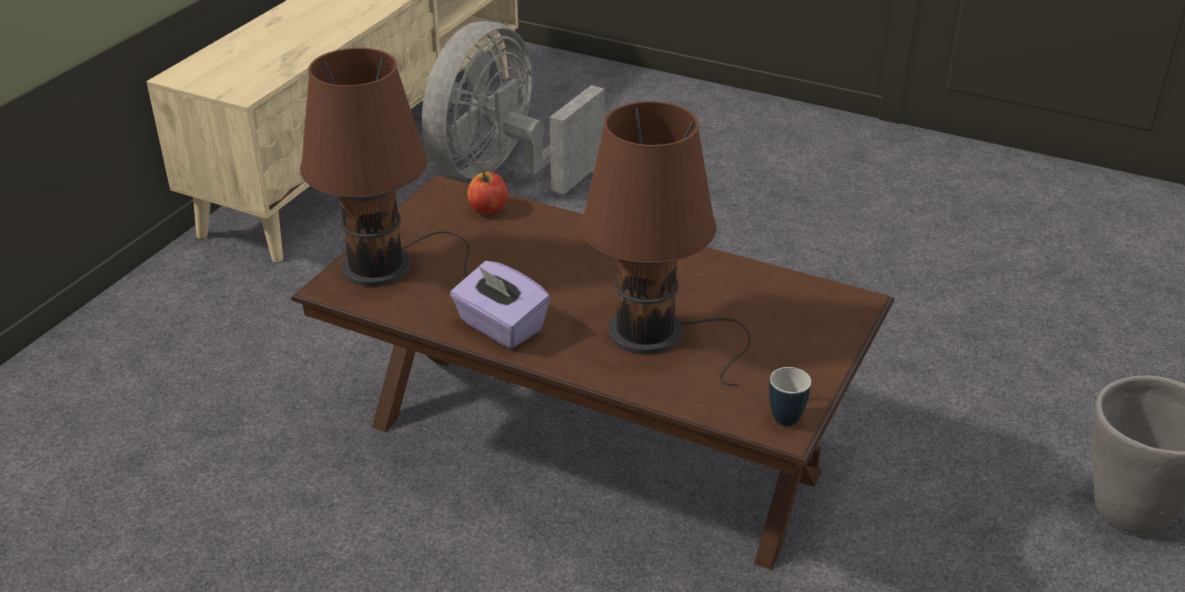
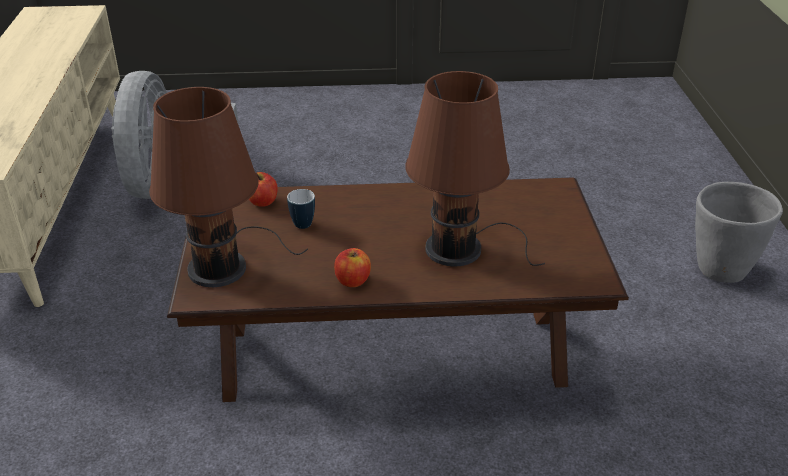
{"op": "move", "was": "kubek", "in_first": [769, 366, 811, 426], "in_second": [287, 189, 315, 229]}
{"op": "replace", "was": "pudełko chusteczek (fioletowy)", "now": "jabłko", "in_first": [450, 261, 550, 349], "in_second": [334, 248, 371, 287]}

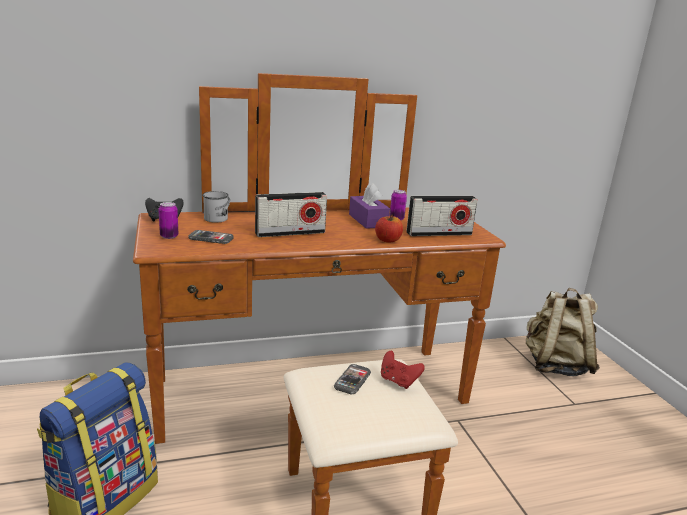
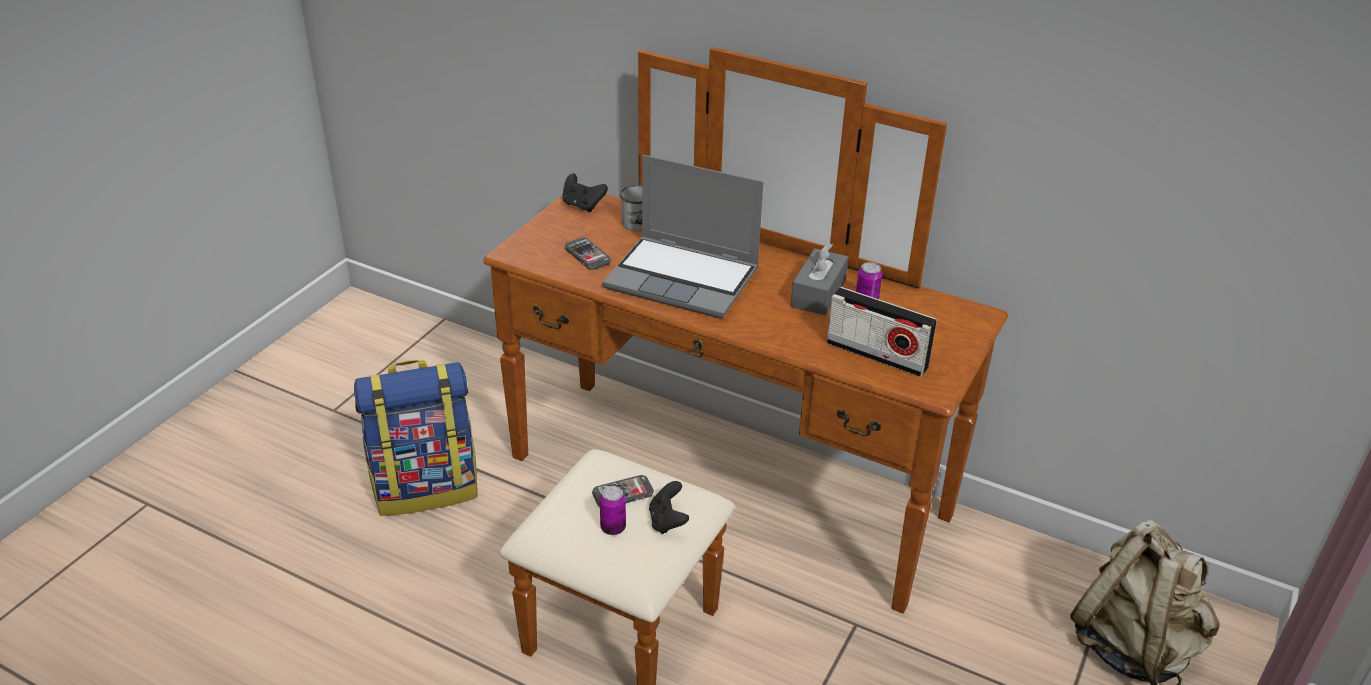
{"op": "move", "was": "puszka", "in_first": [158, 202, 179, 239], "in_second": [600, 486, 626, 535]}
{"op": "replace", "was": "radio", "now": "laptop", "in_first": [255, 192, 327, 237], "in_second": [603, 155, 764, 318]}
{"op": "recolor", "was": "pad do gier (czerwony)", "now": "pad do gier (czarny)", "in_first": [381, 351, 425, 389], "in_second": [649, 481, 689, 534]}
{"op": "recolor", "was": "pudełko chusteczek (fioletowy)", "now": "pudełko chusteczek (szary)", "in_first": [349, 183, 390, 229], "in_second": [791, 242, 848, 315]}
{"op": "delete", "was": "jabłko", "in_first": [375, 214, 403, 243]}

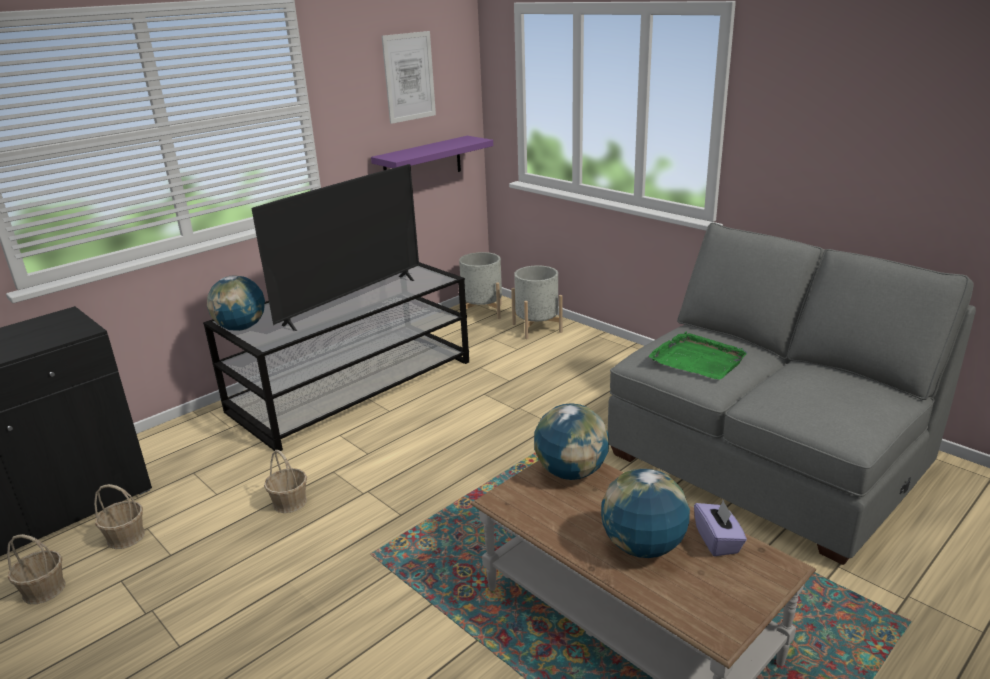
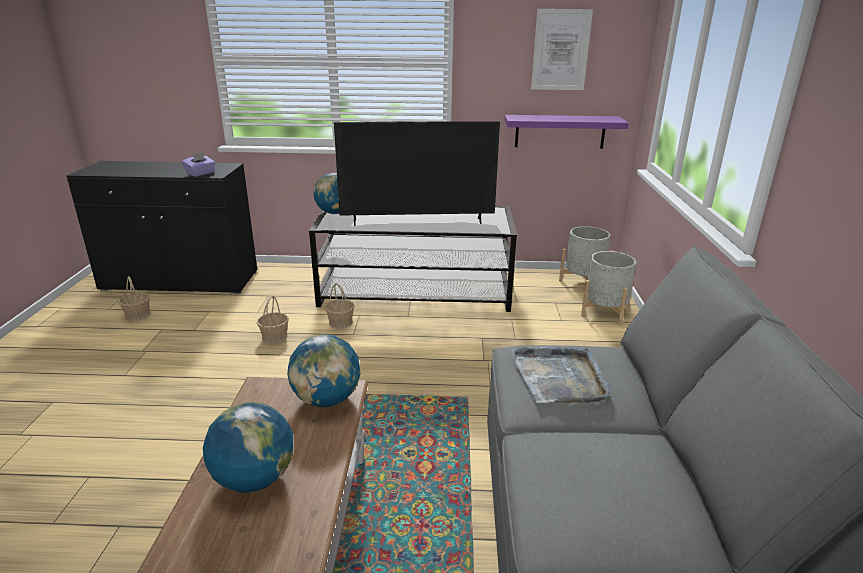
{"op": "move", "was": "pudełko chusteczek (fioletowy)", "in_first": [694, 499, 747, 556], "in_second": [182, 152, 215, 177]}
{"op": "move", "was": "koszyk", "in_first": [94, 484, 145, 549], "in_second": [325, 283, 355, 329]}
{"op": "recolor", "was": "taca (zielony)", "now": "taca (szary)", "in_first": [648, 332, 747, 380], "in_second": [512, 346, 611, 403]}

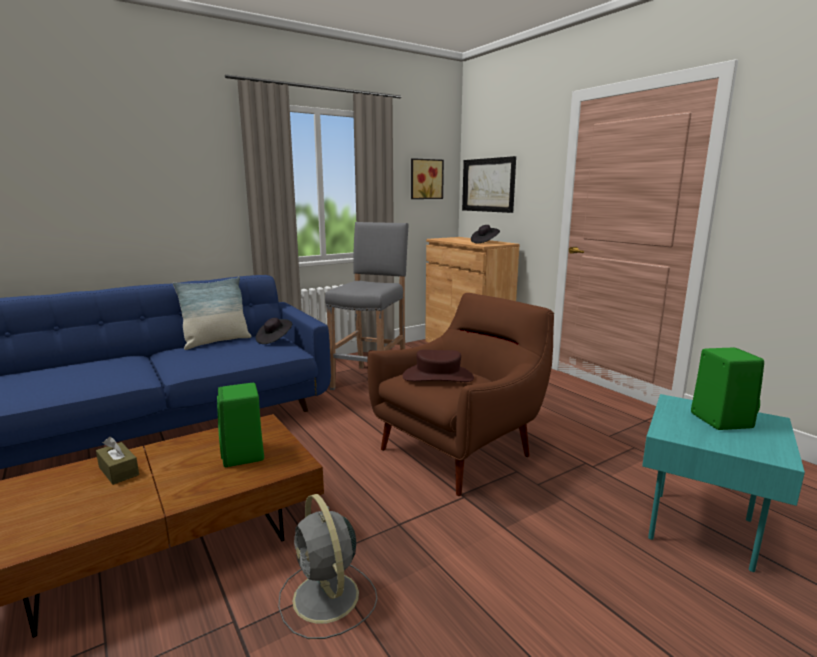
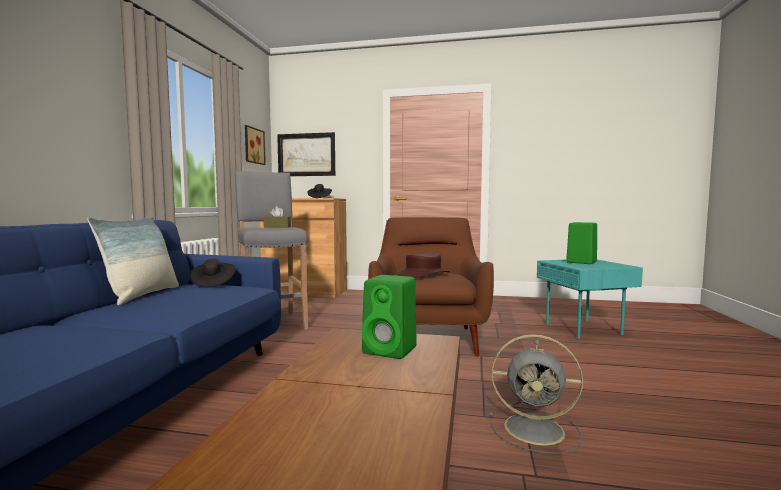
{"op": "move", "was": "pudełko chusteczek (brązowy)", "in_first": [96, 437, 139, 485], "in_second": [263, 206, 291, 227]}

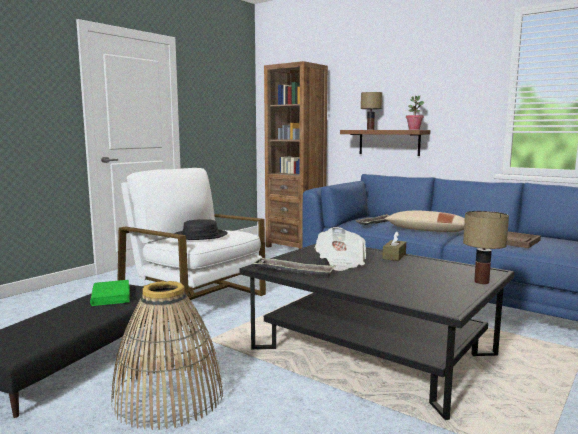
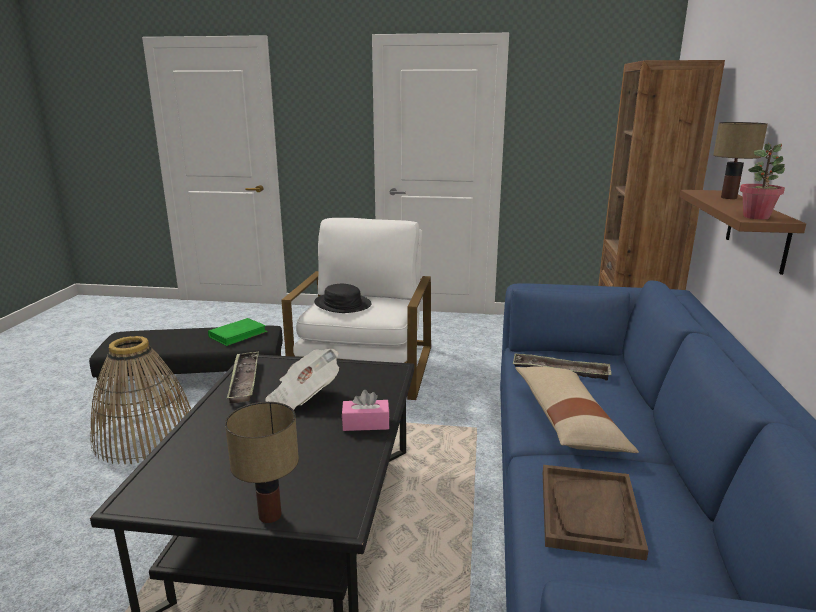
{"op": "recolor", "was": "pudełko chusteczek (brązowy)", "now": "pudełko chusteczek (różowy)", "in_first": [382, 231, 406, 261], "in_second": [342, 390, 390, 431]}

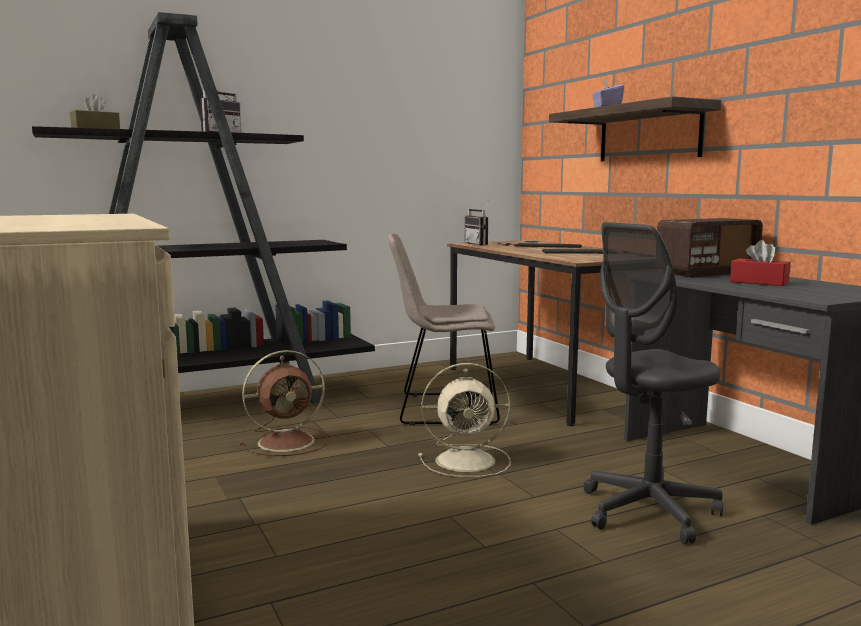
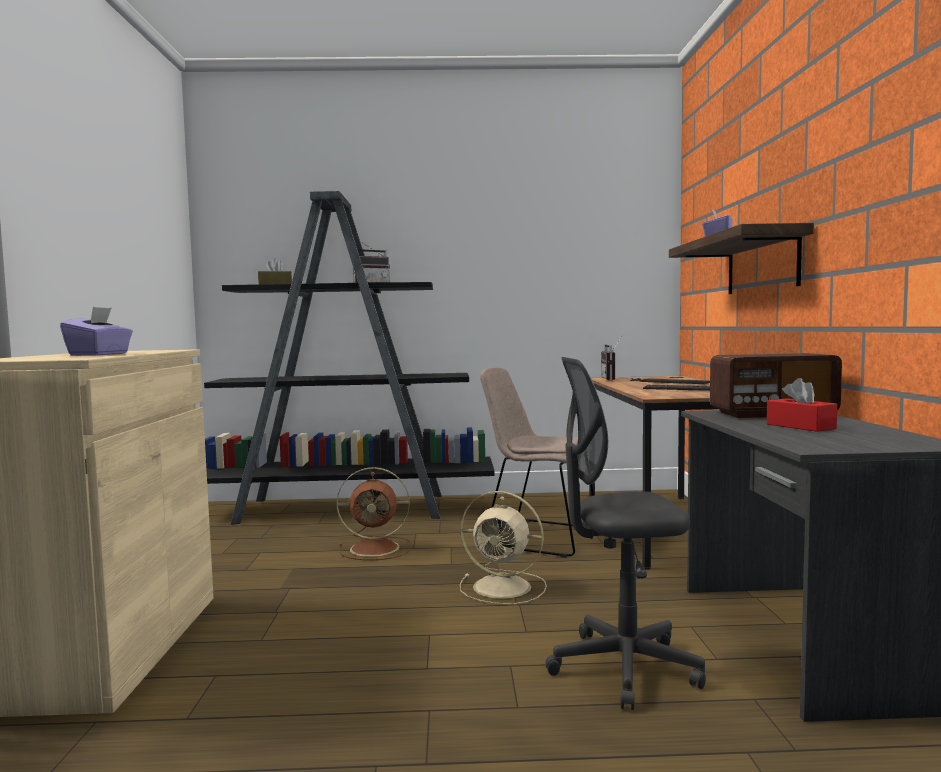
{"op": "insert", "now": "pudełko chusteczek (fioletowy)", "in_second": [60, 307, 133, 356]}

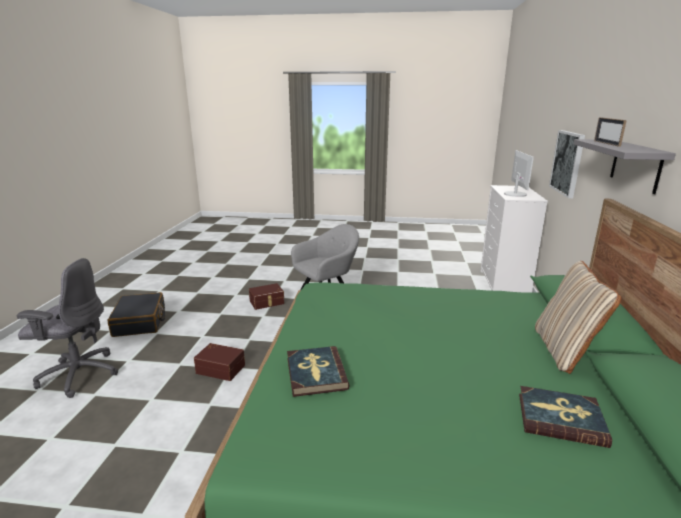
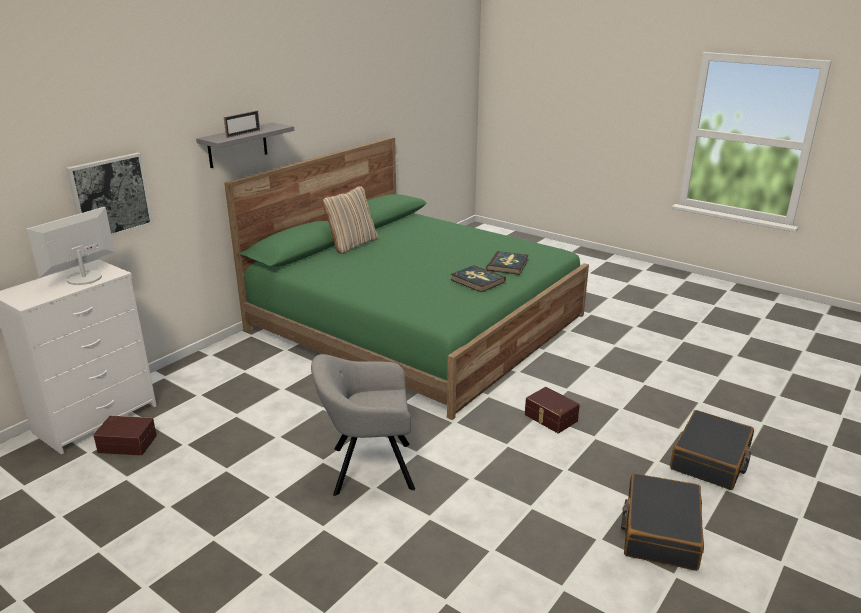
{"op": "move", "was": "pojemnik do przechowywania (brązowy)", "in_first": [249, 283, 285, 310], "in_second": [93, 416, 157, 455]}
{"op": "move", "was": "książka", "in_first": [519, 386, 612, 448], "in_second": [451, 265, 506, 292]}
{"op": "replace", "was": "krzesło biurowe (szary)", "now": "walizka (czarny)", "in_first": [17, 258, 118, 398], "in_second": [670, 410, 754, 490]}

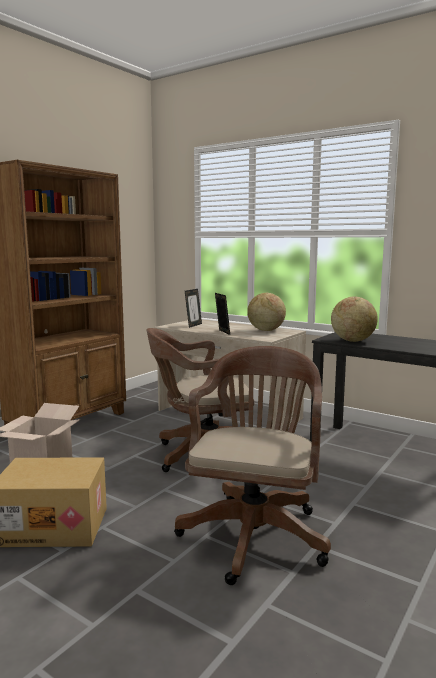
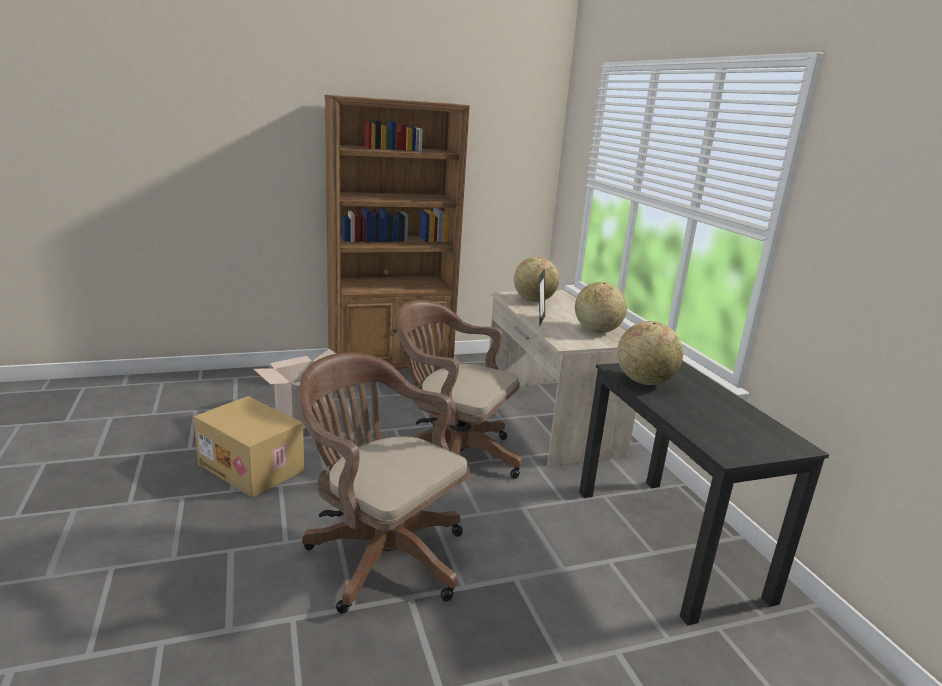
{"op": "rotate", "was": "krzesło biurowe (brązowy)", "in_first": [174, 346, 331, 585], "in_second": [300, 353, 470, 614], "clockwise": -105}
{"op": "replace", "was": "ramka na zdjęcie", "now": "globus", "in_first": [185, 289, 202, 328], "in_second": [514, 256, 559, 302]}

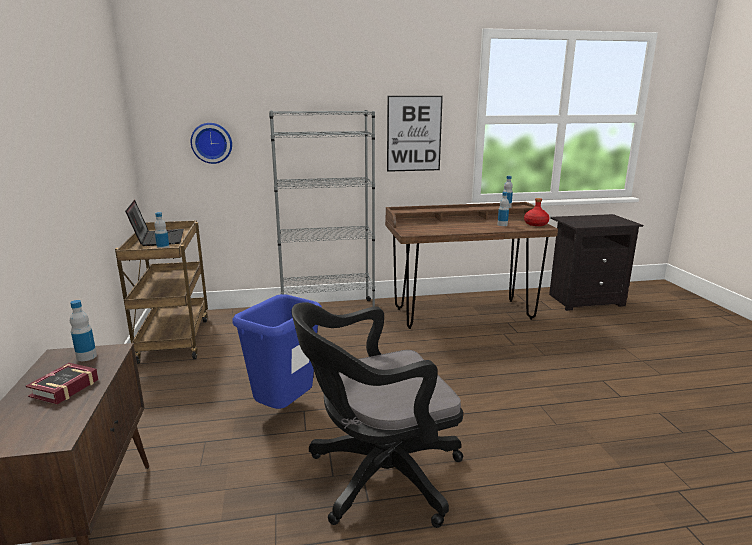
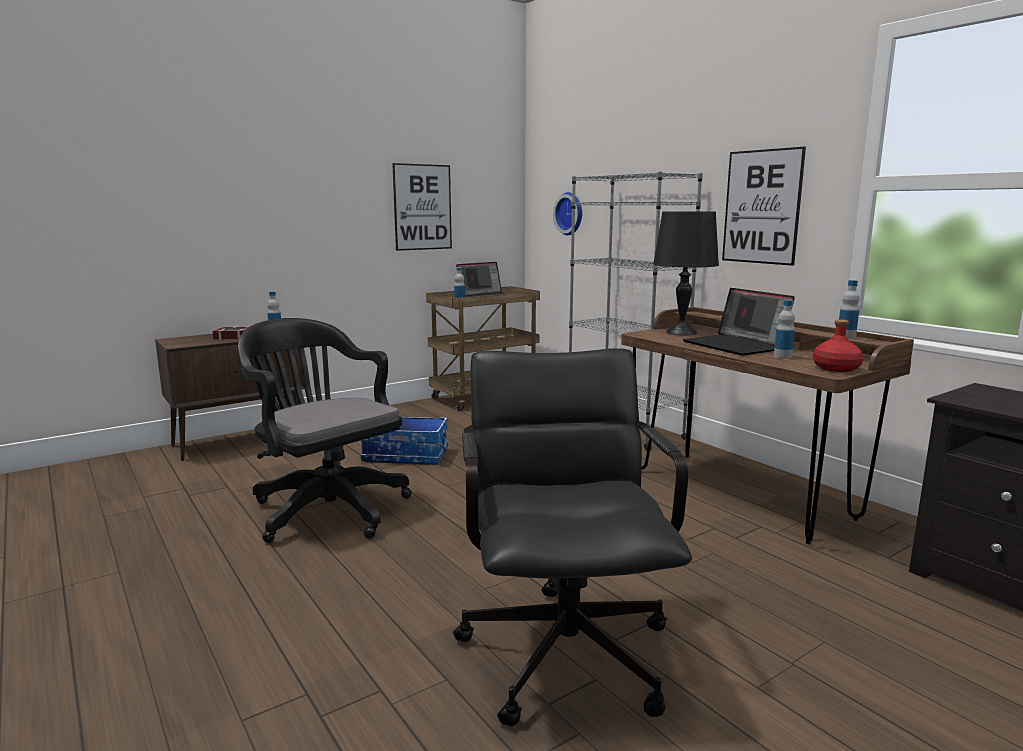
{"op": "replace", "was": "kosz na śmieci (niebieski)", "now": "pojemnik do przechowywania", "in_first": [232, 294, 322, 409], "in_second": [360, 417, 448, 465]}
{"op": "insert", "now": "obraz", "in_second": [392, 163, 452, 251]}
{"op": "insert", "now": "krzesło biurowe (czarny)", "in_second": [453, 348, 692, 726]}
{"op": "insert", "now": "lampa stołowa (czarny)", "in_second": [653, 211, 719, 336]}
{"op": "insert", "now": "laptop", "in_second": [683, 288, 795, 356]}

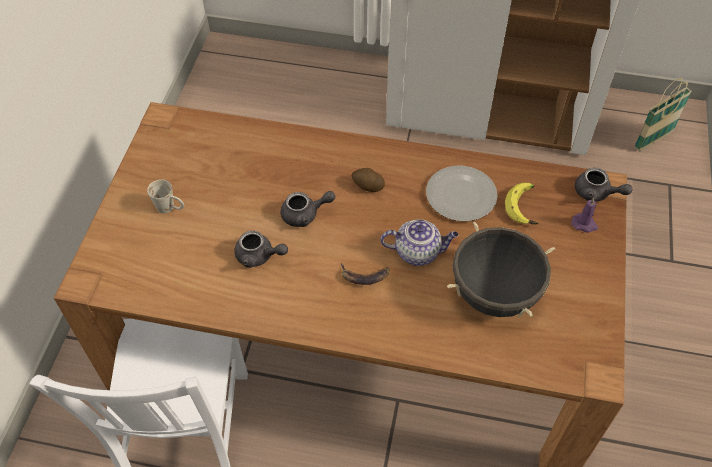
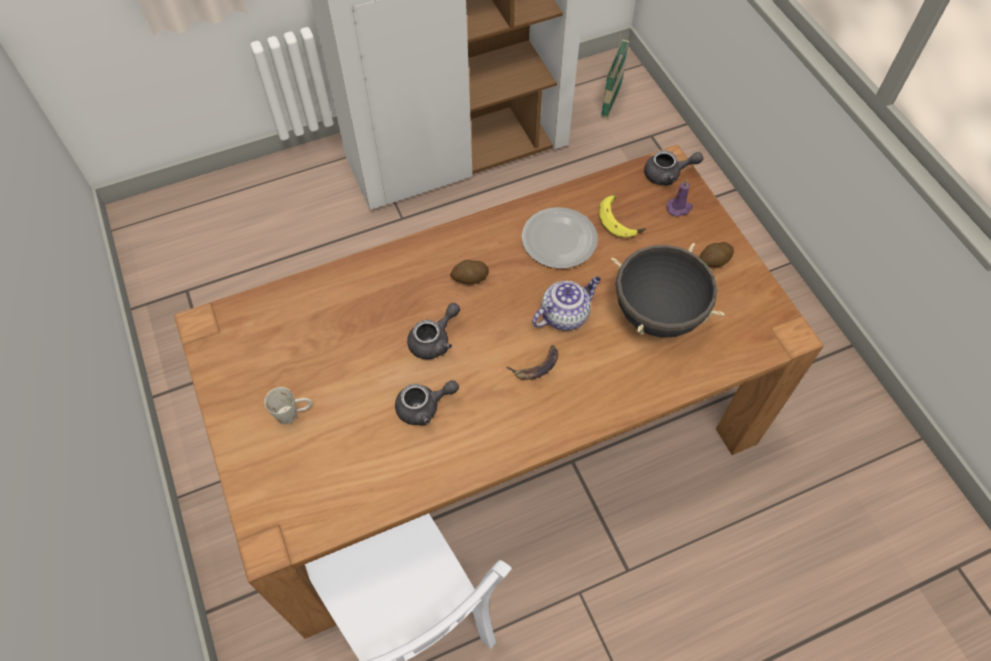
{"op": "insert", "now": "ziemniak", "in_second": [700, 242, 734, 267]}

